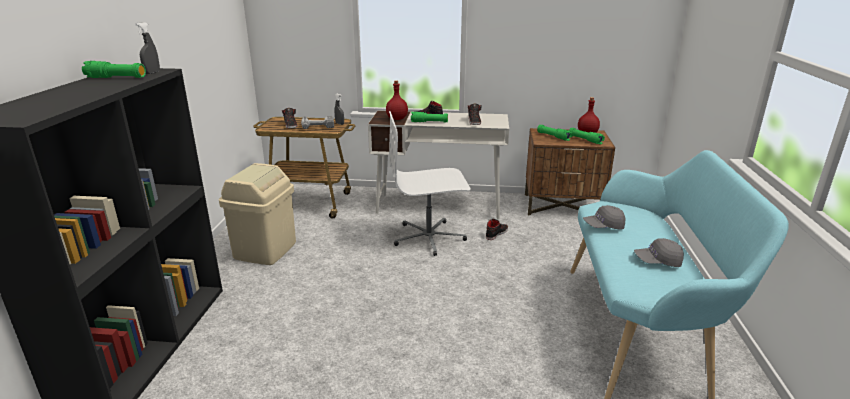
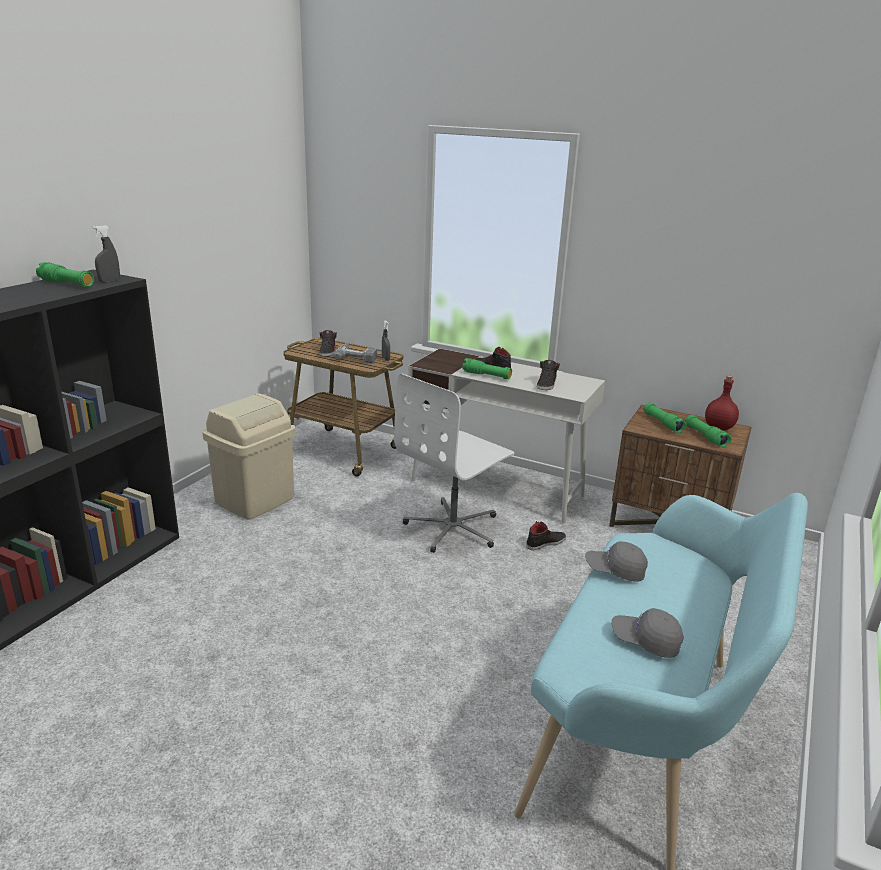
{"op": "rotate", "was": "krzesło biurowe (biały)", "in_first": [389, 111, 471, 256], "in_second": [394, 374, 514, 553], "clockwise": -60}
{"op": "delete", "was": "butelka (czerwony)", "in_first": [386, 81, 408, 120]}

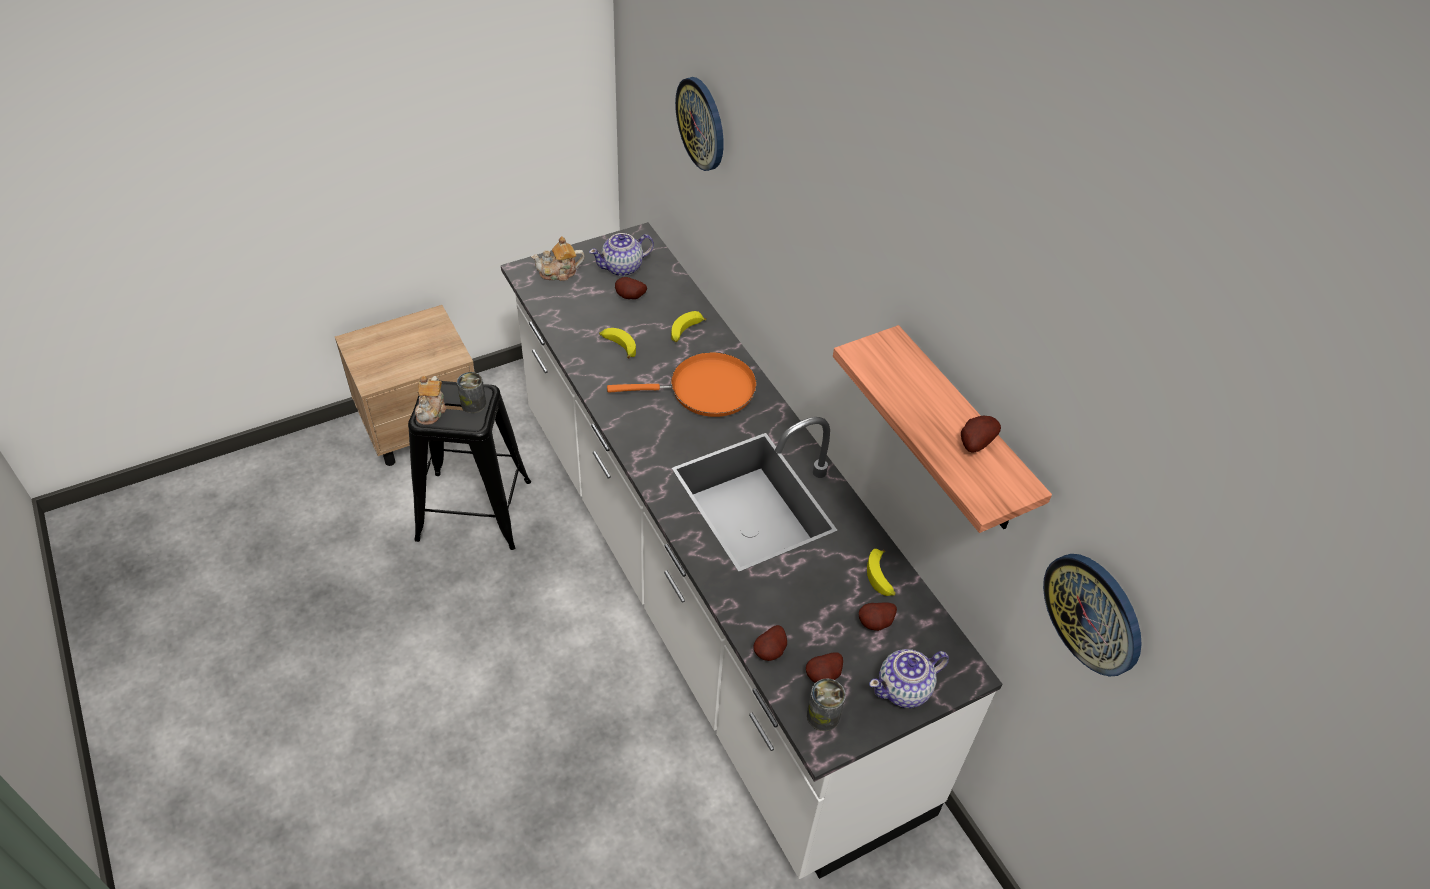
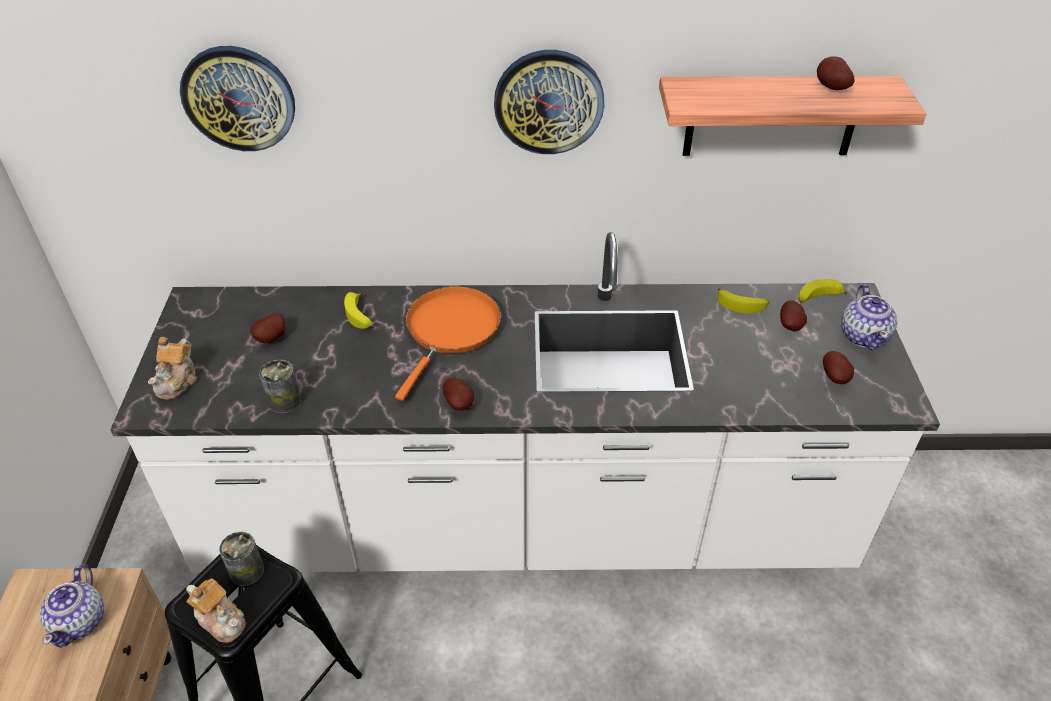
{"op": "move", "was": "imbryk", "in_first": [589, 233, 654, 276], "in_second": [40, 564, 104, 648]}
{"op": "move", "was": "puszka", "in_first": [807, 678, 846, 731], "in_second": [259, 360, 301, 414]}
{"op": "move", "was": "ziemniak", "in_first": [753, 625, 787, 661], "in_second": [442, 378, 474, 411]}
{"op": "move", "was": "zegar ścienny", "in_first": [1043, 554, 1142, 677], "in_second": [494, 50, 604, 154]}
{"op": "move", "was": "banan", "in_first": [599, 328, 636, 358], "in_second": [798, 279, 847, 303]}

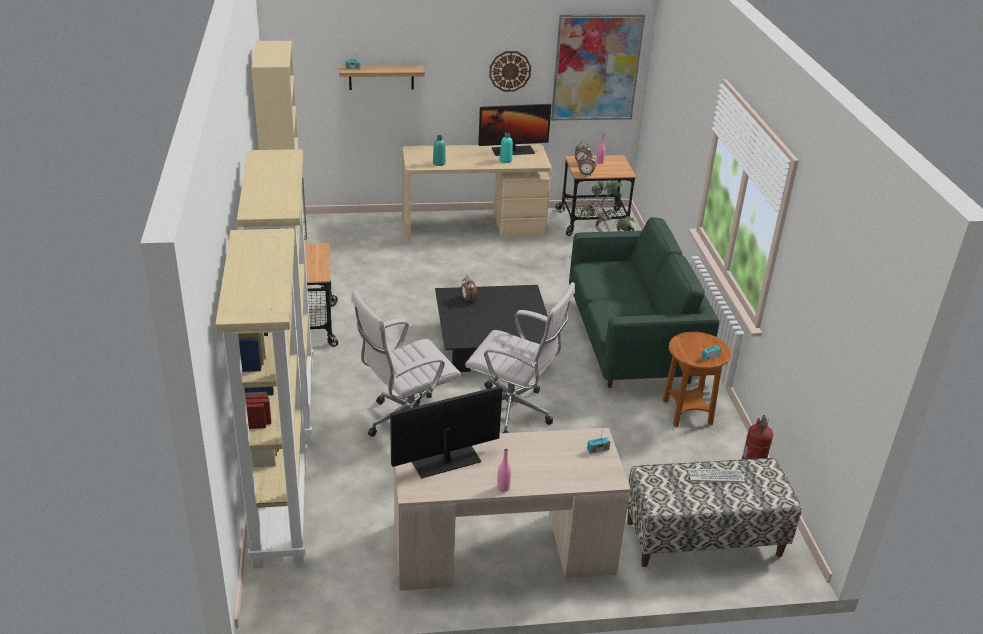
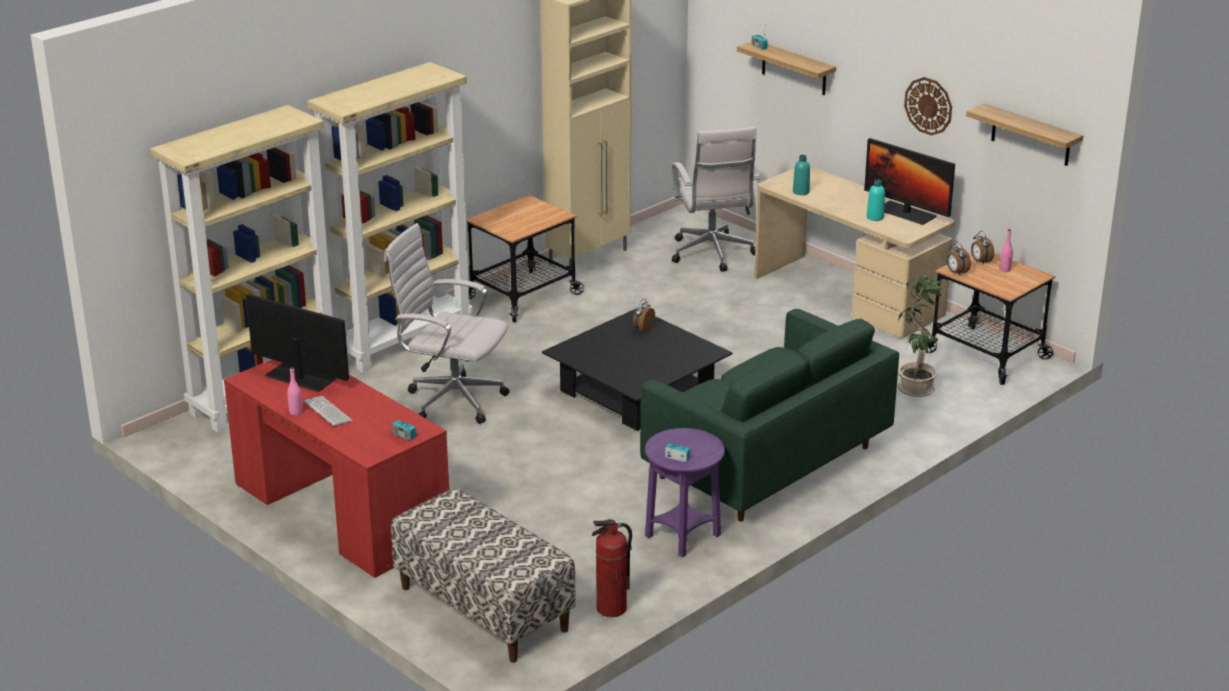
{"op": "recolor", "was": "biurko (beżowy)", "now": "biurko (czerwony)", "in_first": [394, 428, 631, 591], "in_second": [224, 359, 449, 578]}
{"op": "move", "was": "klawiatura", "in_first": [687, 469, 745, 483], "in_second": [304, 396, 353, 426]}
{"op": "recolor", "was": "stolik (brązowy)", "now": "stolik (fioletowy)", "in_first": [663, 332, 731, 427], "in_second": [645, 428, 725, 557]}
{"op": "move", "was": "krzesło biurowe (biały)", "in_first": [465, 282, 575, 433], "in_second": [672, 127, 760, 272]}
{"op": "replace", "was": "obraz", "now": "półka", "in_first": [551, 14, 645, 120], "in_second": [966, 103, 1083, 166]}

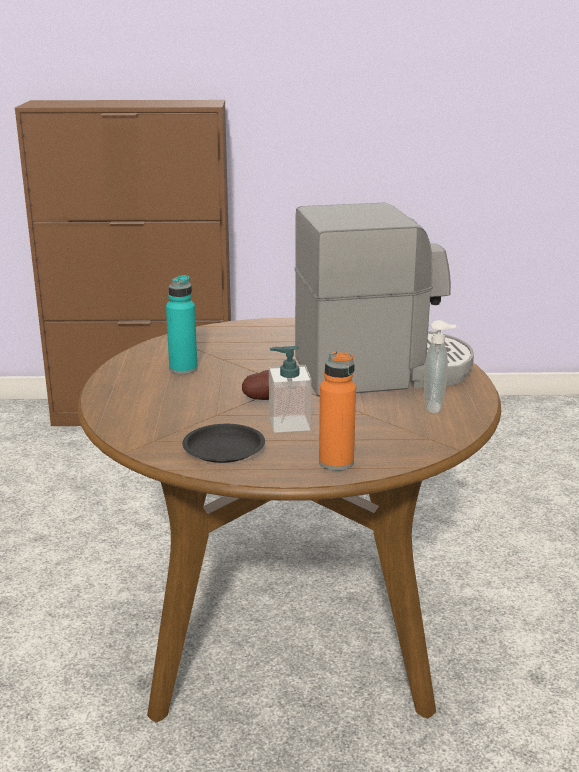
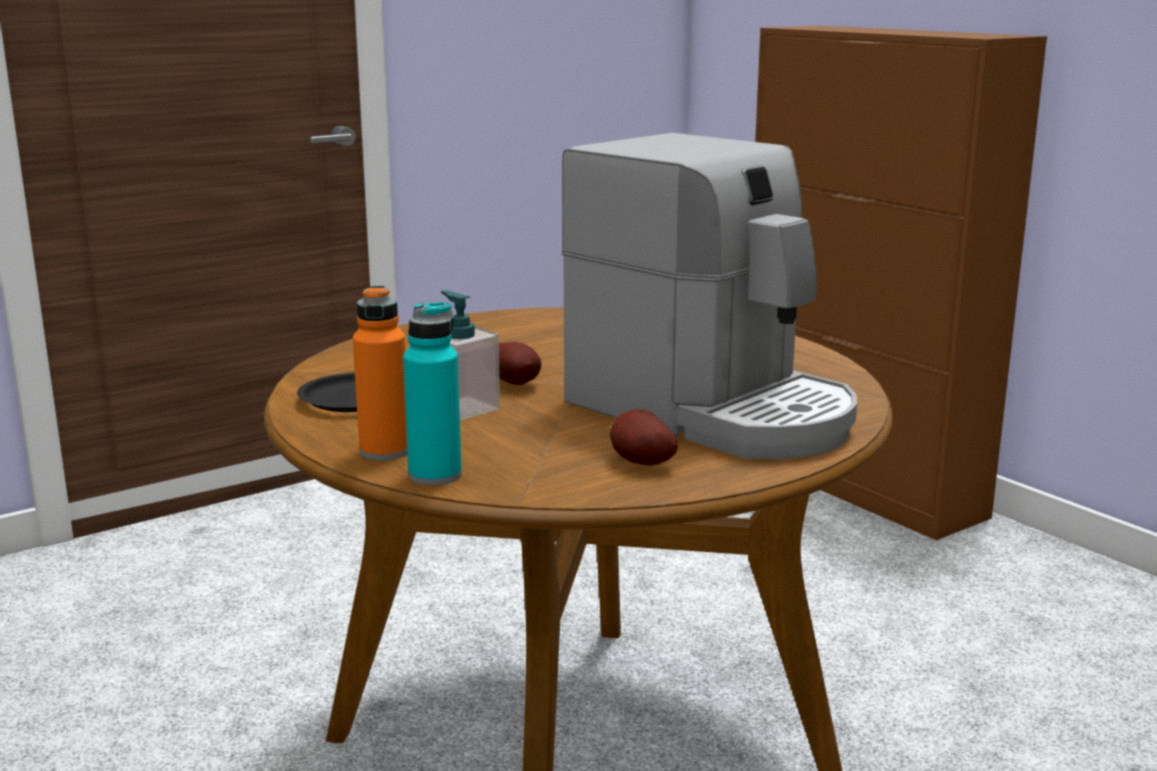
{"op": "move", "was": "butelka (turkusowy)", "in_first": [166, 275, 198, 374], "in_second": [403, 302, 462, 485]}
{"op": "replace", "was": "dozownik mydła", "now": "ziemniak", "in_first": [424, 320, 456, 413], "in_second": [610, 409, 678, 465]}

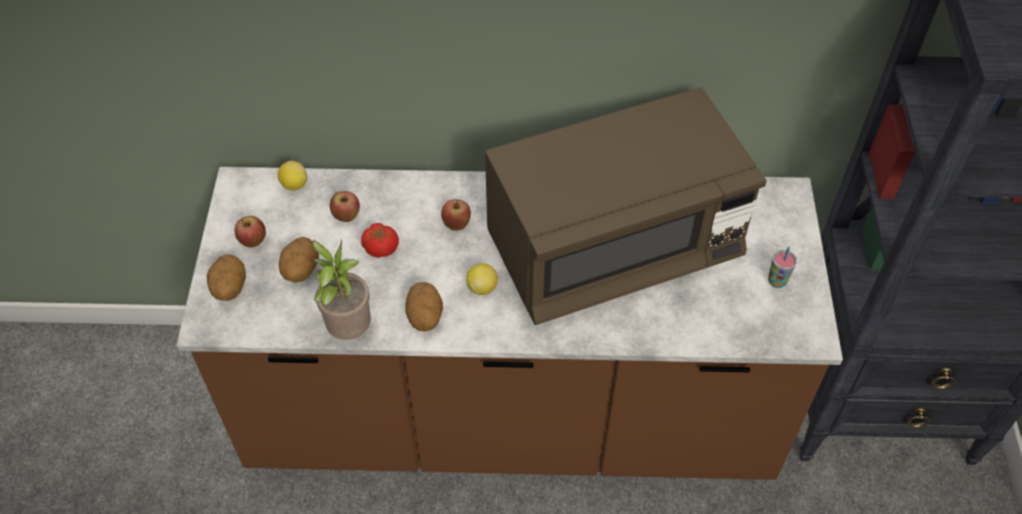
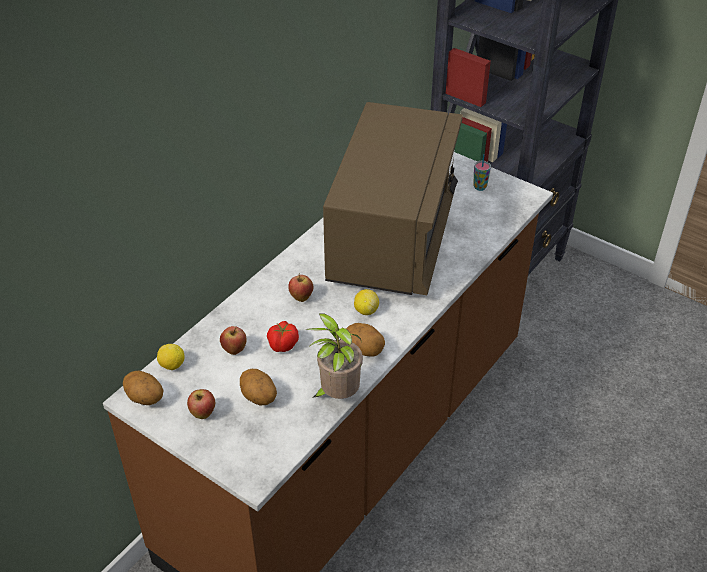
{"op": "move", "was": "ziemniak", "in_first": [207, 255, 246, 301], "in_second": [123, 370, 164, 405]}

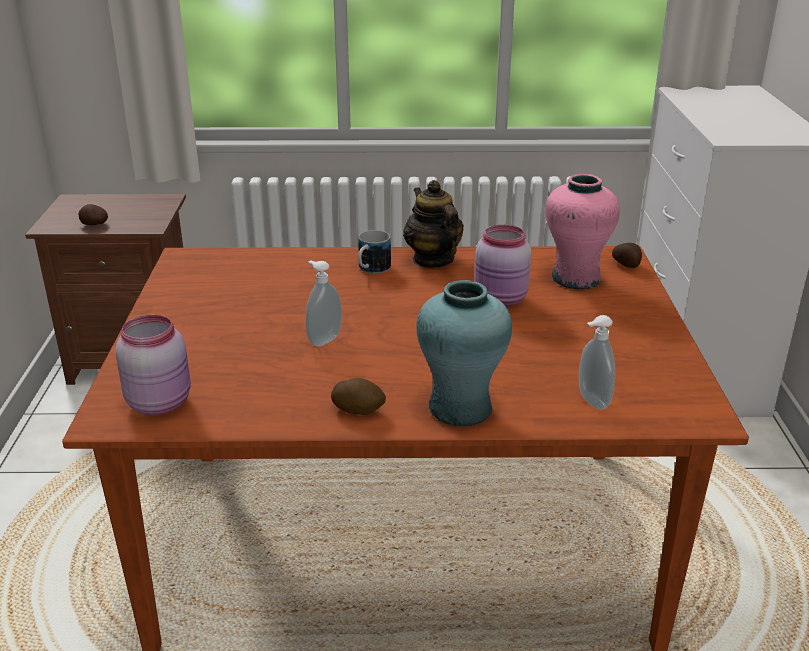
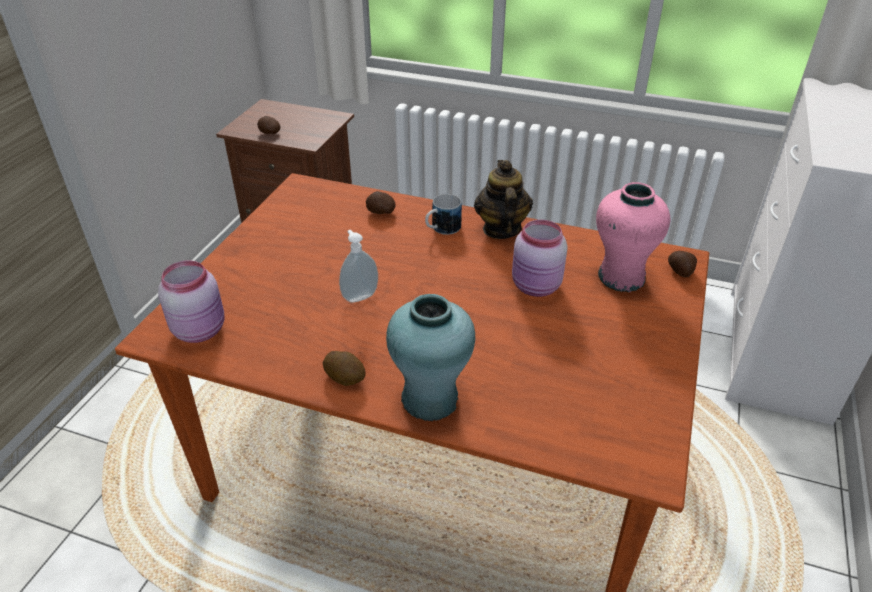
{"op": "insert", "now": "ziemniak", "in_second": [366, 191, 395, 214]}
{"op": "delete", "was": "dozownik mydła", "in_first": [579, 315, 615, 410]}

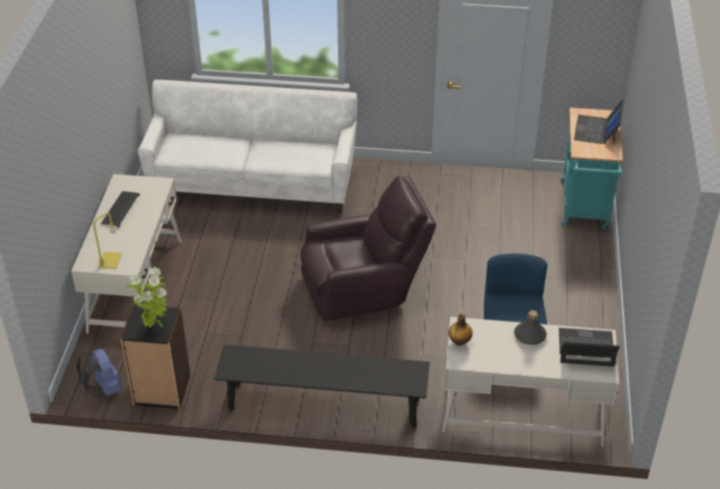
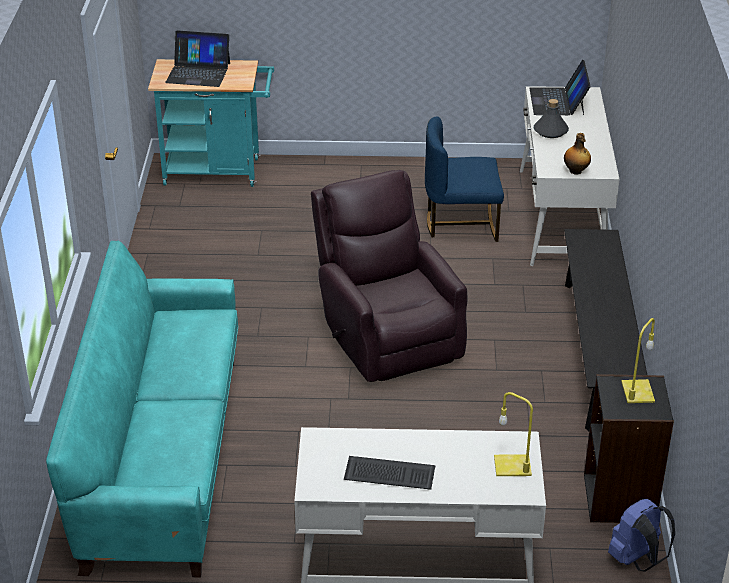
{"op": "recolor", "was": "kanapa (biały)", "now": "kanapa (turkusowy)", "in_first": [137, 80, 357, 214], "in_second": [46, 241, 238, 578]}
{"op": "replace", "was": "roślina doniczkowa", "now": "lampa stołowa (żółty)", "in_first": [126, 267, 167, 328], "in_second": [621, 318, 655, 403]}

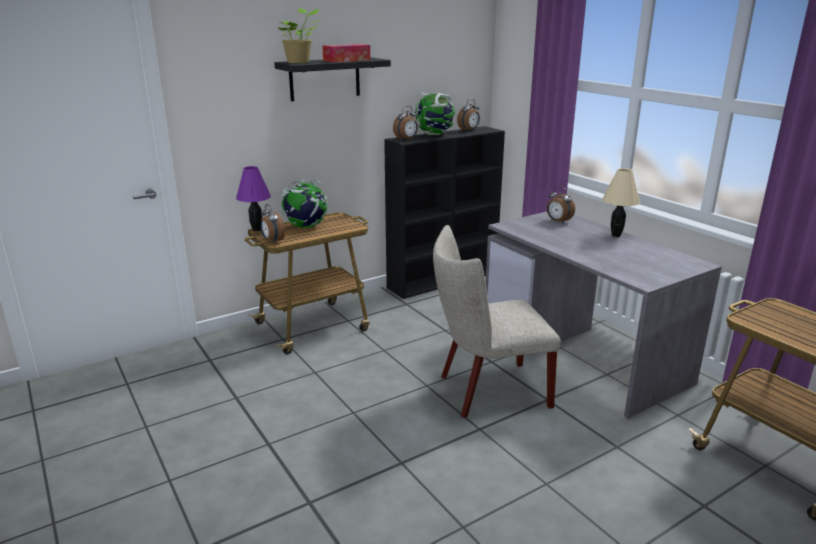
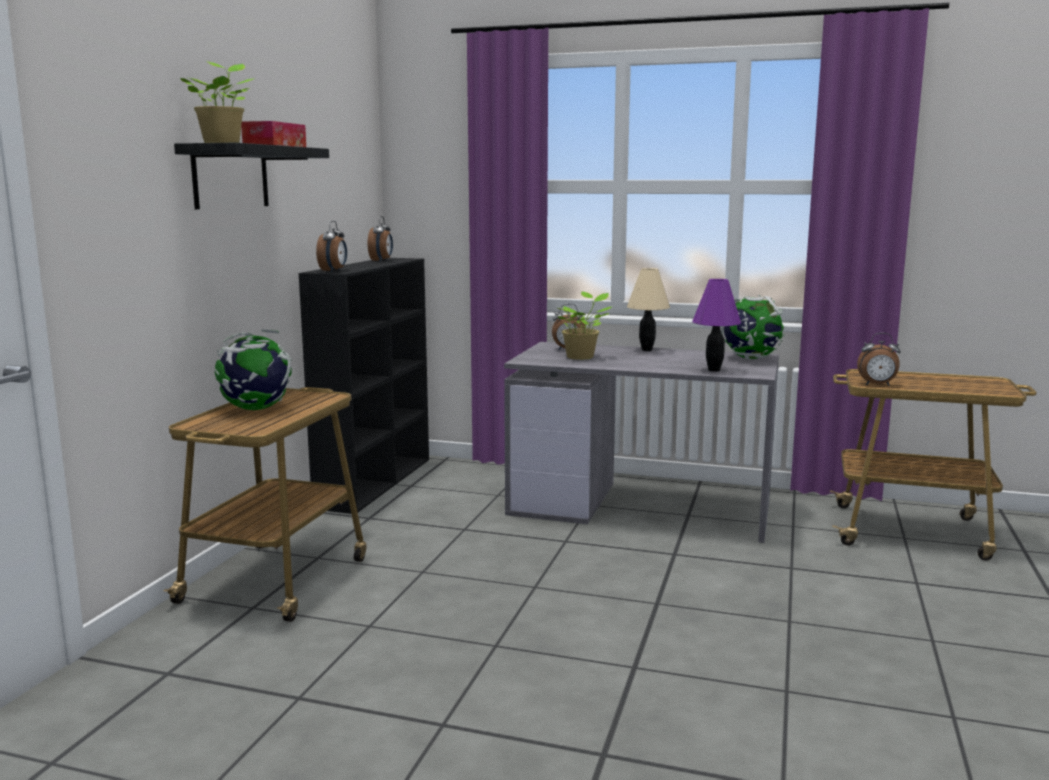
{"op": "insert", "now": "roślina doniczkowa", "in_second": [558, 292, 612, 360]}
{"op": "move", "was": "lampa stołowa (fioletowy)", "in_first": [236, 166, 271, 231], "in_second": [692, 279, 741, 372]}
{"op": "move", "was": "globus", "in_first": [415, 92, 455, 135], "in_second": [721, 295, 785, 360]}
{"op": "move", "was": "budzik", "in_first": [260, 204, 285, 243], "in_second": [857, 333, 901, 386]}
{"op": "delete", "was": "krzesło (beżowy)", "in_first": [433, 225, 561, 418]}

